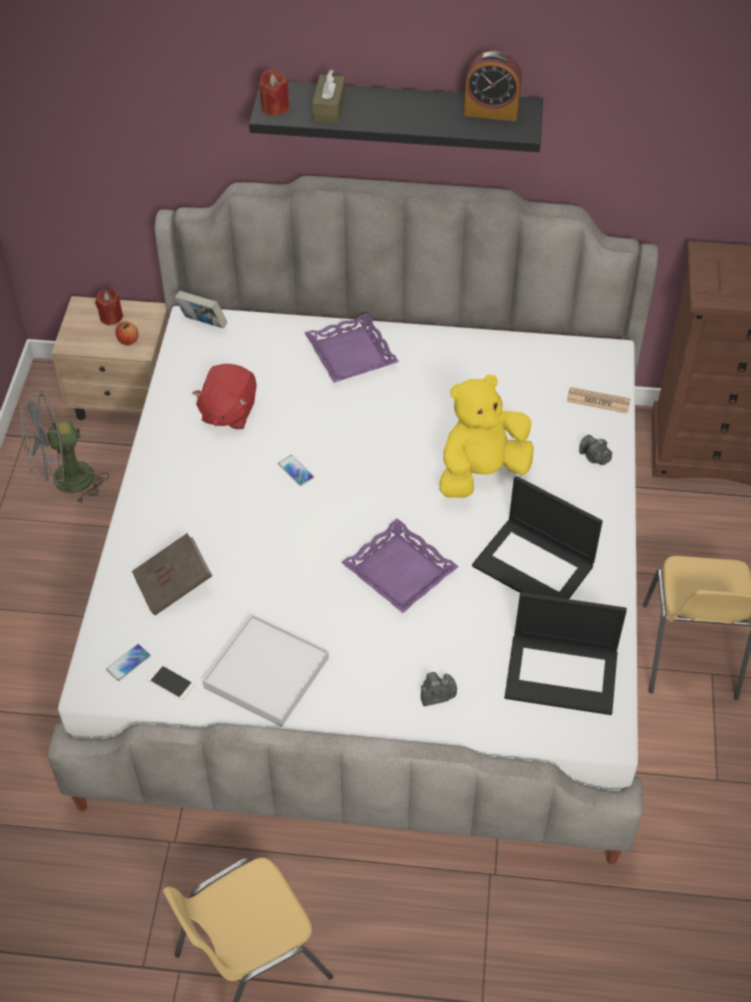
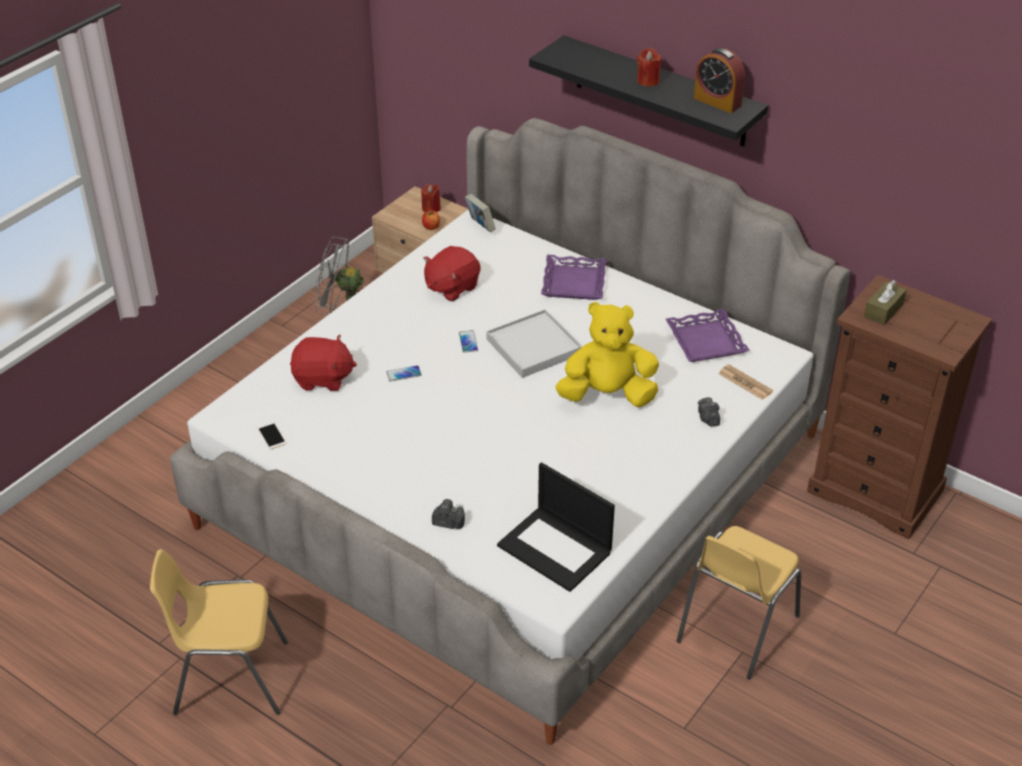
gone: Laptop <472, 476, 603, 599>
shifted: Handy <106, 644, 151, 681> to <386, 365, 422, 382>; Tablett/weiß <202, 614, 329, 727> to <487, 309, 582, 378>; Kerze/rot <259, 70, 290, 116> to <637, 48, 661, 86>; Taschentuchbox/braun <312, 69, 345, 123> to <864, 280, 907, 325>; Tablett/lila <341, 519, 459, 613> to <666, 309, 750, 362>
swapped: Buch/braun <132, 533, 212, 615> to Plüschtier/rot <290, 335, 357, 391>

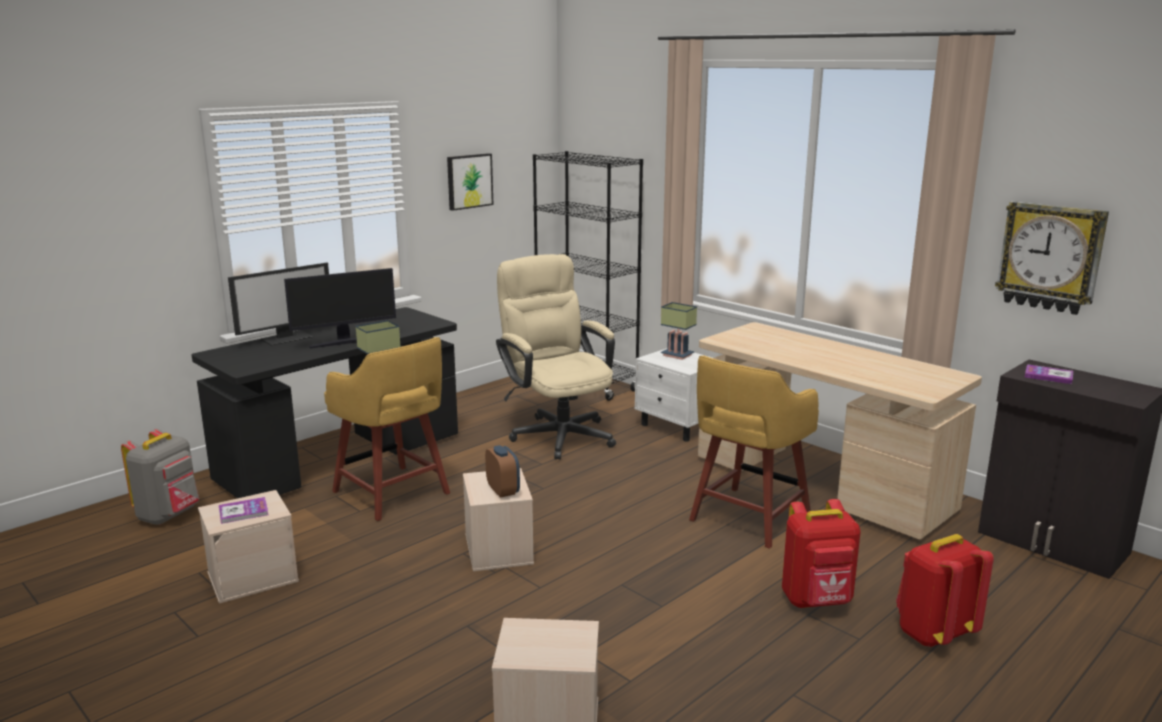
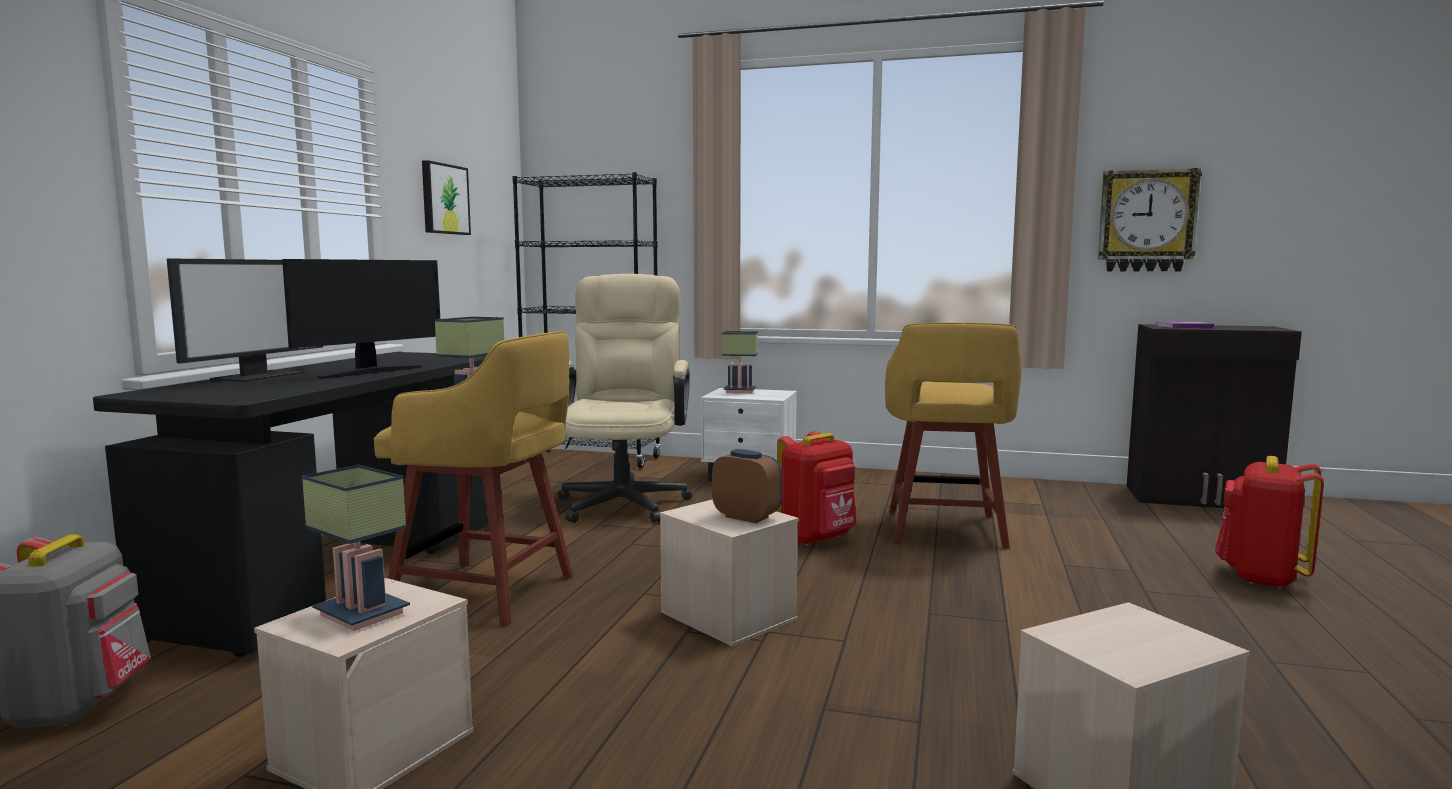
gone: Schreibtisch/beige <698, 322, 982, 539>
shifted: Rucksack/rot <782, 499, 861, 608> to <777, 431, 856, 545>
swapped: Buch <219, 497, 268, 524> to Tischlampe <302, 465, 410, 631>
rotated: Bürostuhl/beige <496, 254, 616, 460> = <557, 274, 692, 523> 60 degrees clockwise

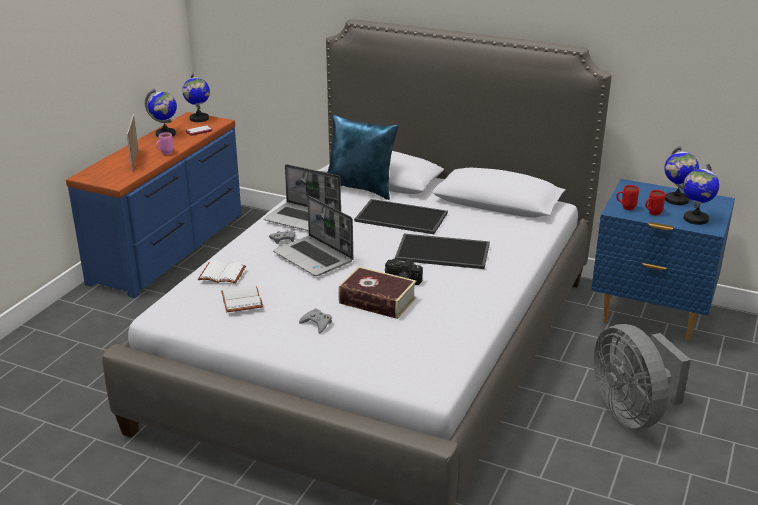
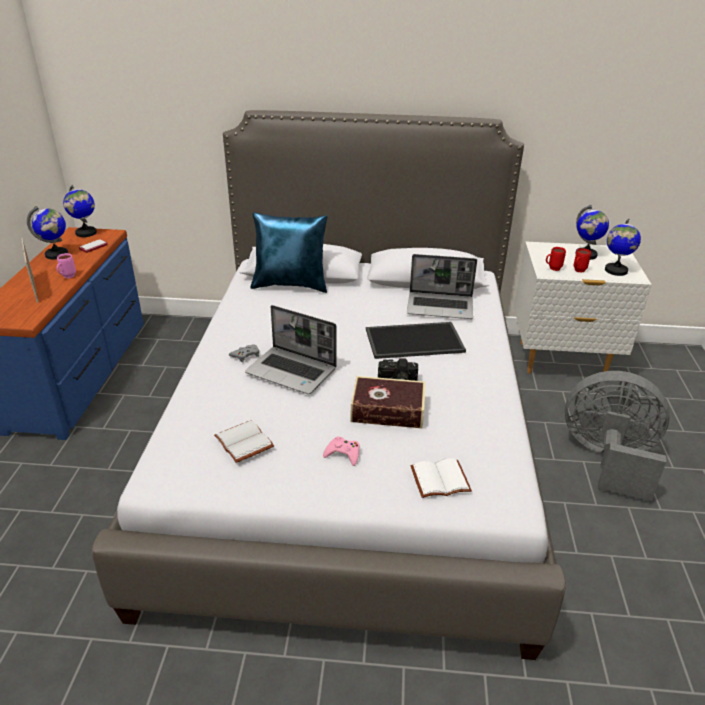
gone: Tablett <354, 199, 448, 234>
shifted: Buch/weiß <198, 260, 246, 283> to <410, 458, 472, 498>; Laptop <264, 164, 341, 231> to <407, 254, 477, 319>
repainted: Gamepad/grau <299, 308, 332, 333> to Gamepad/rosa <323, 436, 359, 466>; Nachttisch/blau <591, 179, 735, 341> to Nachttisch/weiß <514, 241, 652, 374>
rotated: Ventilator/grau <594, 324, 691, 429> = <565, 371, 670, 502> 150 degrees clockwise

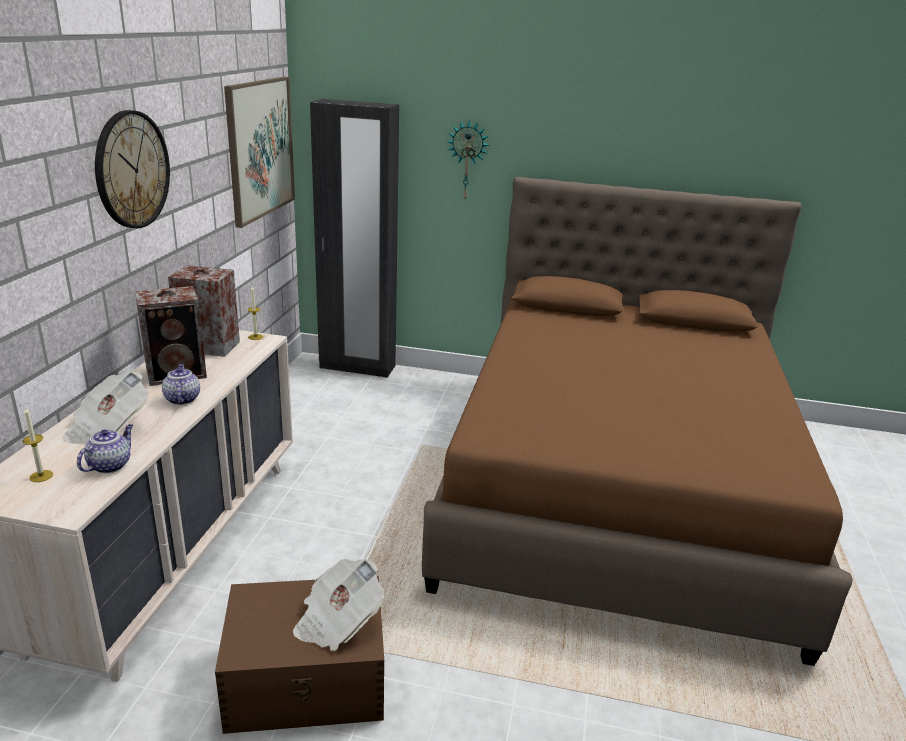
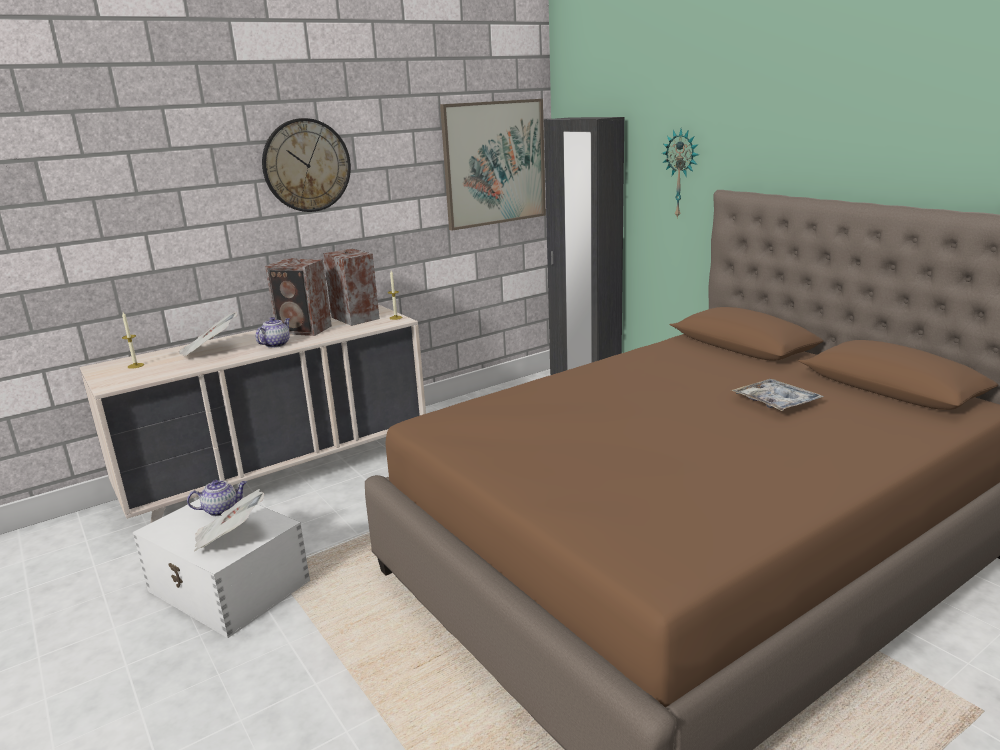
new: Tablett <731, 379, 824, 411>
shifted: Teekanne <77, 424, 133, 473> to <187, 480, 247, 516>
repainted: Aufbewahrungsbox/braun <215, 576, 384, 734> to Aufbewahrungsbox/weiß <133, 499, 310, 638>

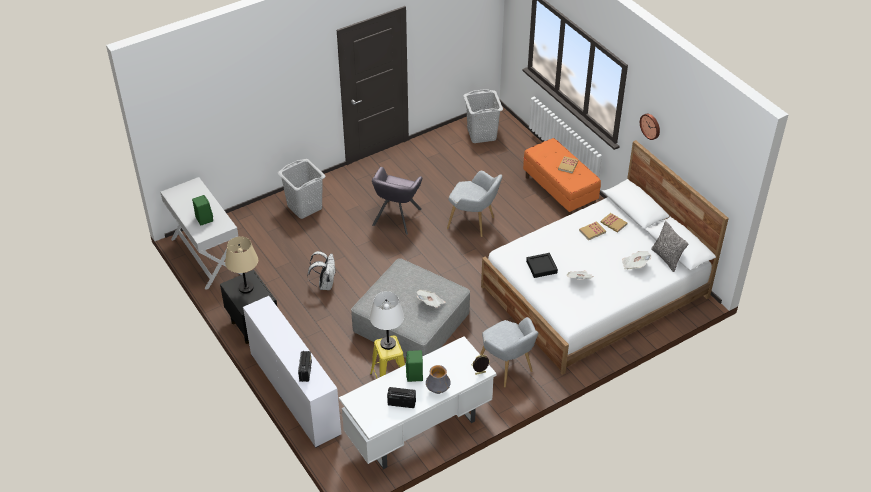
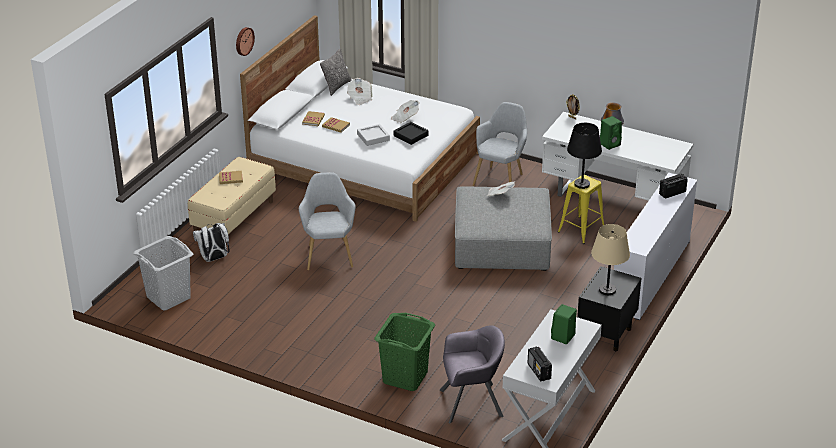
new: Tablett/grau <357, 124, 390, 146>
shifted: Rucksack/weiß <307, 251, 336, 290> to <193, 223, 229, 262>; Sessel/grau <372, 167, 422, 235> to <440, 325, 505, 423>; Radio <387, 387, 416, 408> to <528, 346, 552, 382>
repainted: Wäschekorb/grau <278, 159, 326, 219> to Wäschekorb/grün <374, 313, 435, 391>; Tischlampe/weiß <370, 291, 404, 350> to Tischlampe/schwarz <567, 123, 602, 189>; Bank/orange <523, 138, 601, 215> to Bank/beige <188, 157, 276, 245>

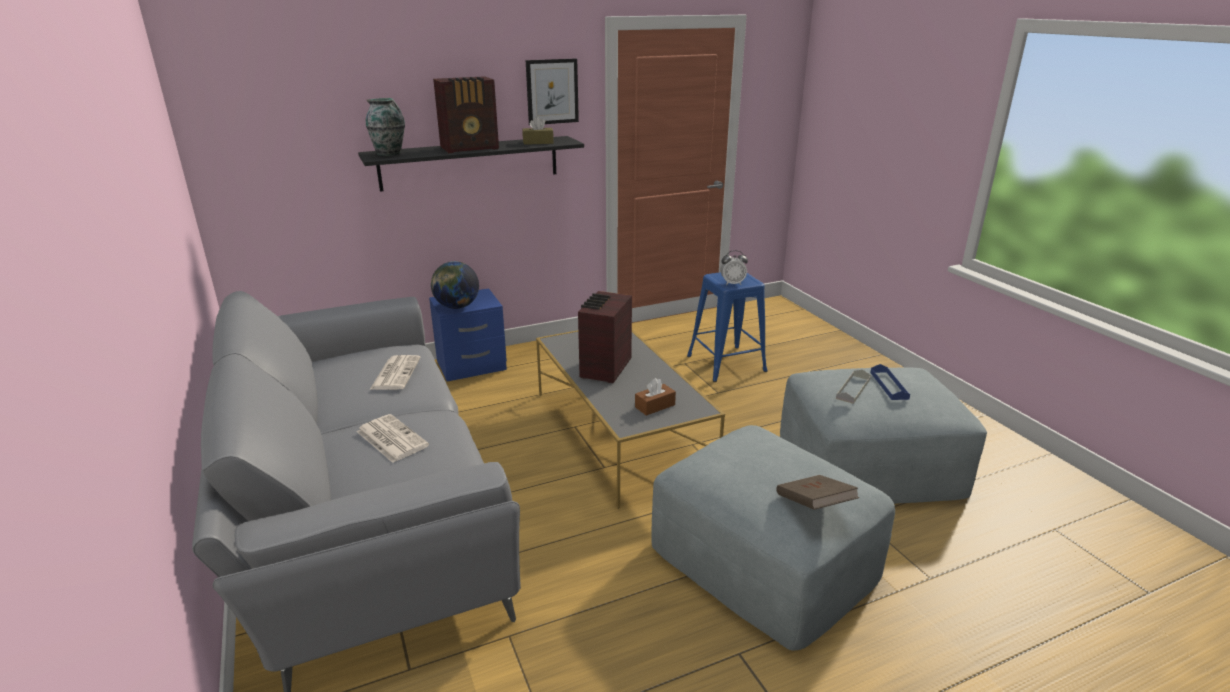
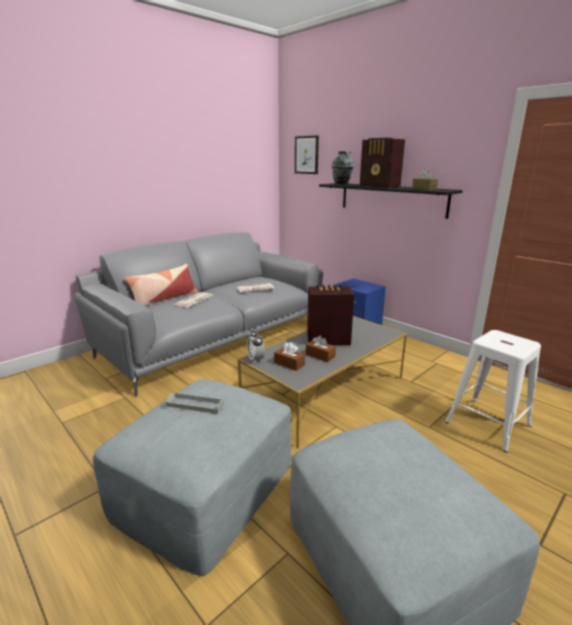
gone: Globus <431, 261, 479, 309>; Buch/braun <776, 475, 859, 510>; Tablett/blau <870, 364, 910, 400>
new: Kissen <125, 264, 198, 306>; Taschentuchbox/braun <306, 335, 336, 362>
shifted: Bild <526, 58, 579, 125> to <295, 135, 319, 174>; Wecker <720, 250, 748, 285> to <247, 329, 265, 363>; Tablett/grau <836, 369, 871, 404> to <166, 392, 224, 414>
repainted: Hocker/blau <687, 272, 768, 382> to Hocker/weiß <445, 330, 541, 453>

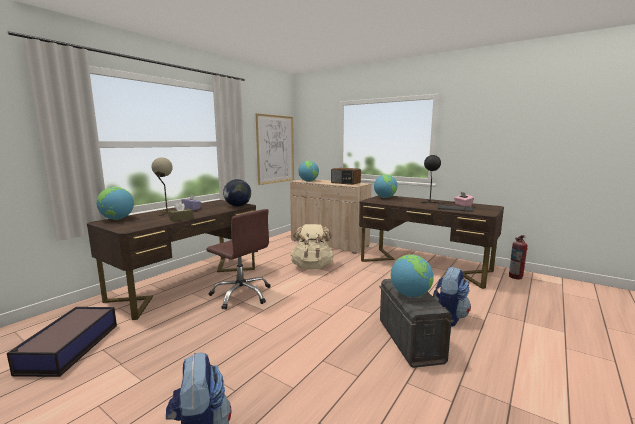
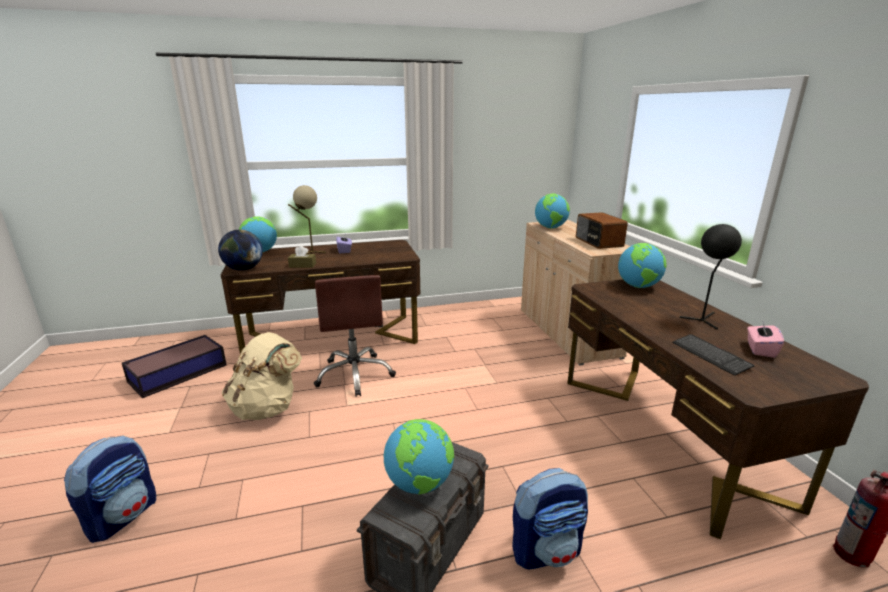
gone: Bild <256, 113, 294, 185>
shifted: Globus <223, 179, 251, 207> to <218, 230, 263, 271>; Rucksack/beige <290, 224, 334, 269> to <222, 332, 302, 420>

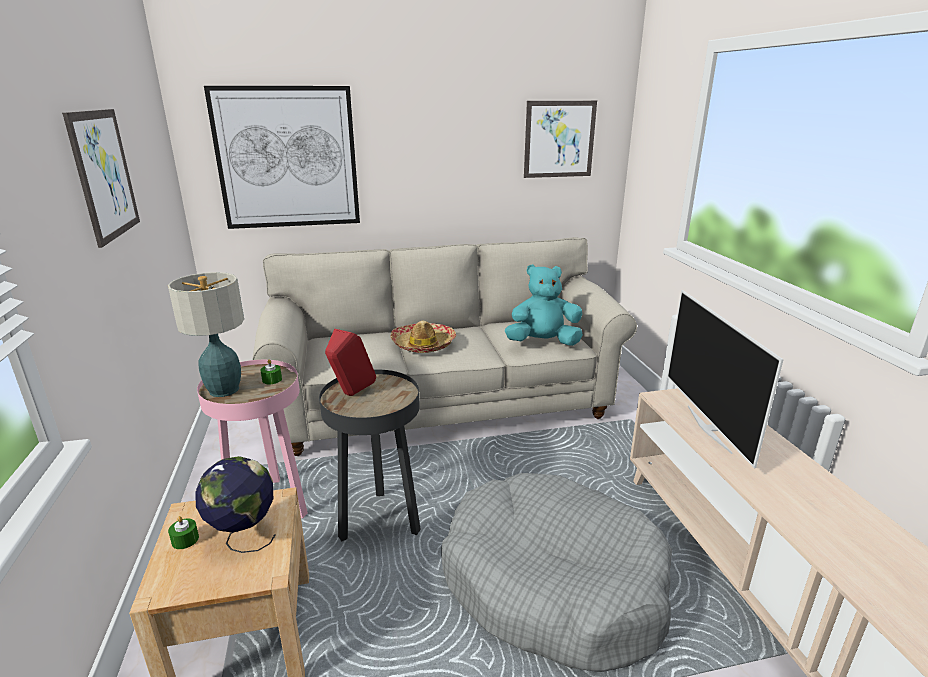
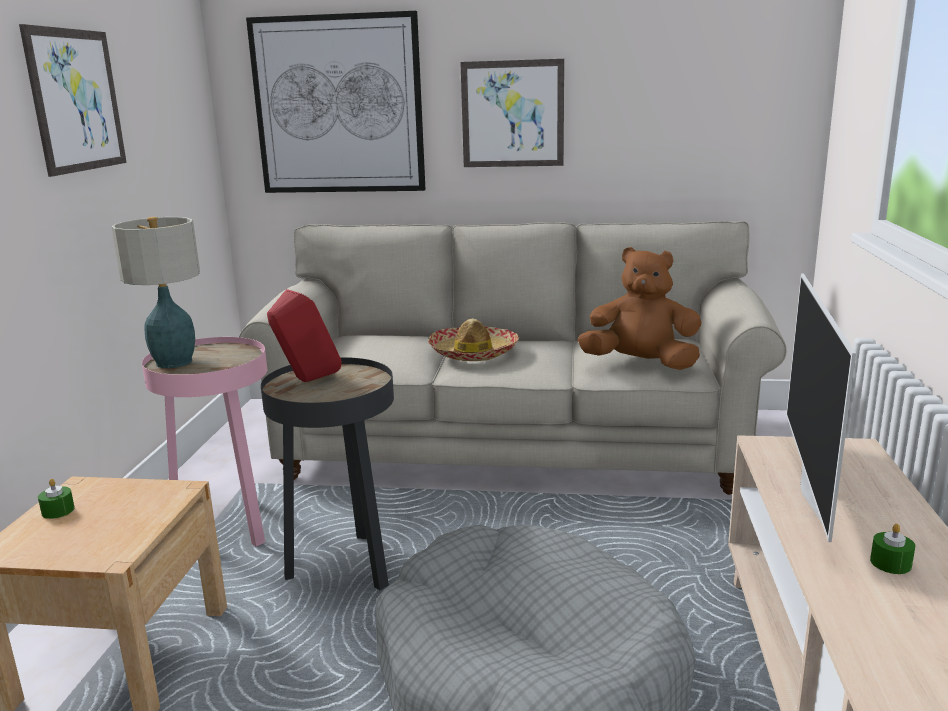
gone: Globus <195, 456, 276, 553>
shifted: Kerze/grün <260, 359, 282, 385> to <870, 524, 915, 574>; Bild <524, 101, 597, 178> to <460, 59, 564, 167>
repainted: Plüschtier/türkis <505, 264, 583, 346> to Plüschtier/braun <578, 247, 702, 370>

